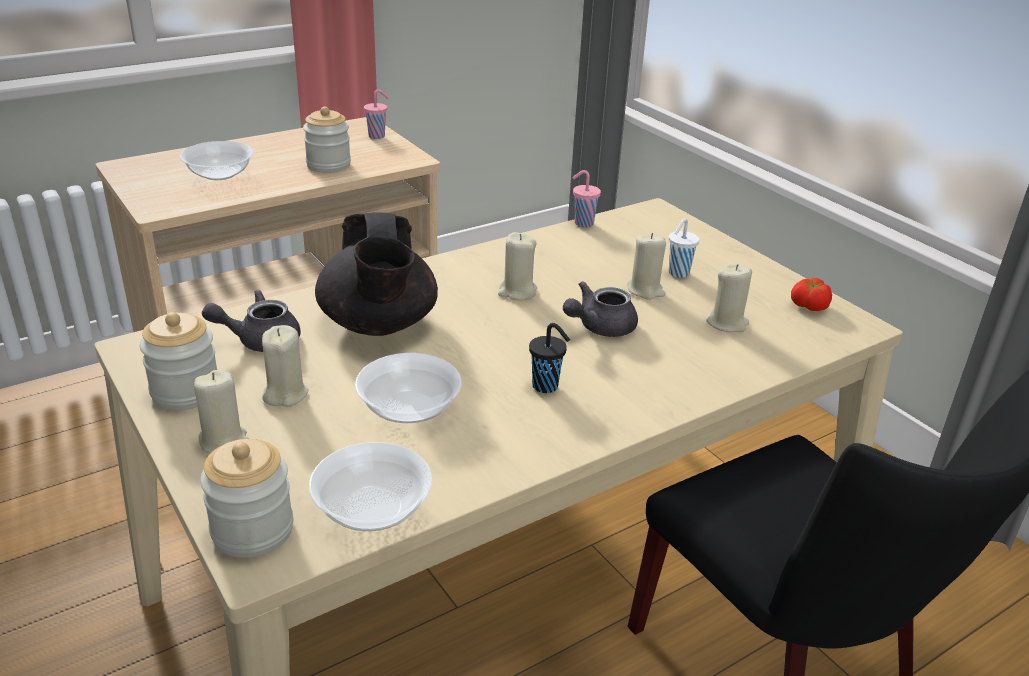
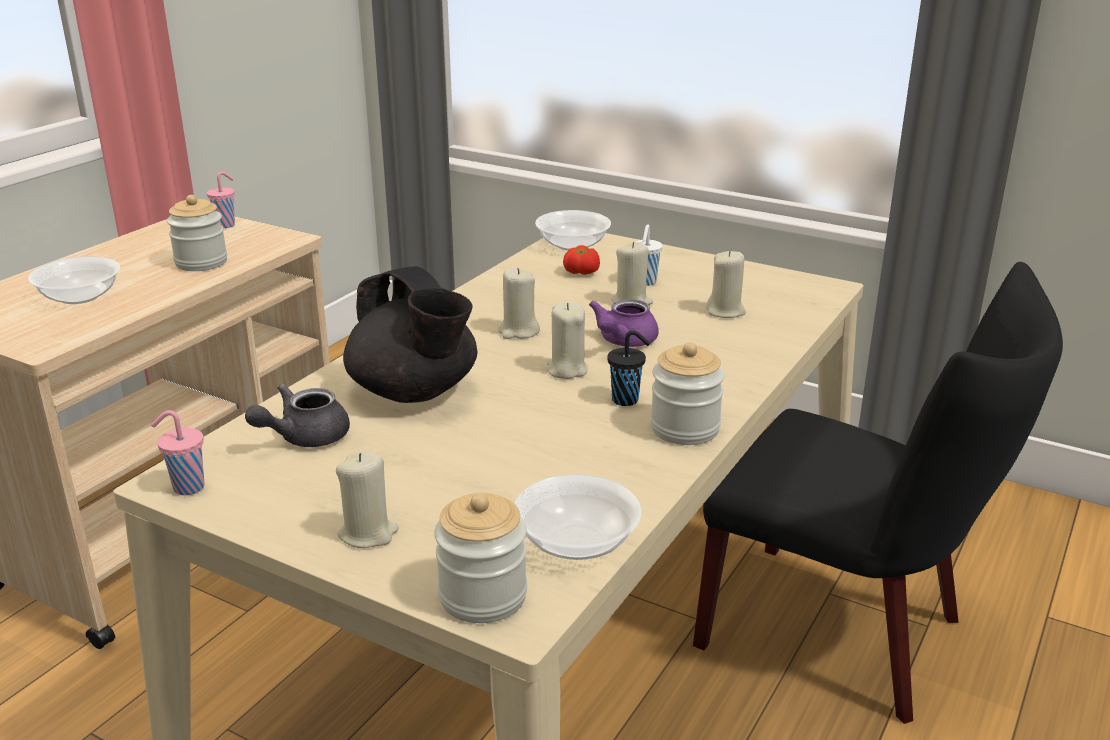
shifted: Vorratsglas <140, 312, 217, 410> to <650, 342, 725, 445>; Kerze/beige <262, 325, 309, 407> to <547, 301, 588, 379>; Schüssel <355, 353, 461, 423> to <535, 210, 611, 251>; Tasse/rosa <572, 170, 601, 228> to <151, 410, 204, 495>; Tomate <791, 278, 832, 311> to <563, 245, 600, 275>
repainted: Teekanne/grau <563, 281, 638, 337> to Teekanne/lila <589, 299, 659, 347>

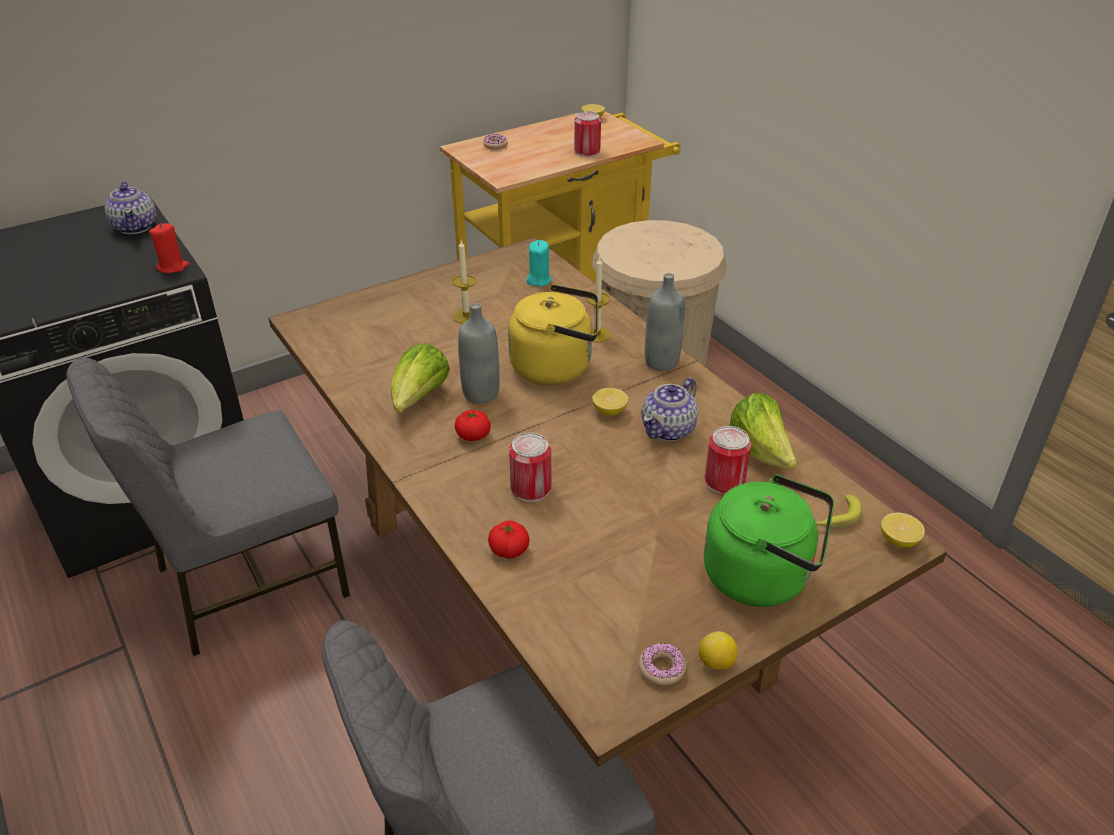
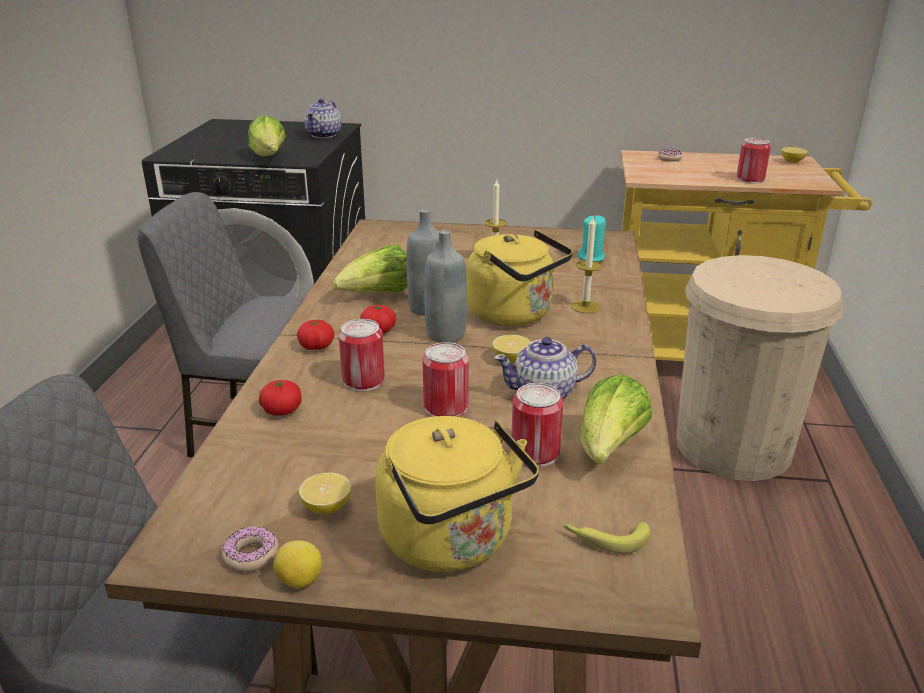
gone: Kerze/rot <149, 223, 189, 273>
new: Salatkopf <248, 115, 286, 156>; Tomate <297, 320, 334, 350>; Dose <423, 342, 469, 417>
shifted: Flasche/grau <645, 273, 685, 371> to <424, 230, 467, 343>; Zitrone <881, 513, 925, 548> to <299, 472, 351, 514>
repainted: Wasserkessel/grün <704, 474, 834, 607> to Wasserkessel/gelb <375, 416, 539, 572>

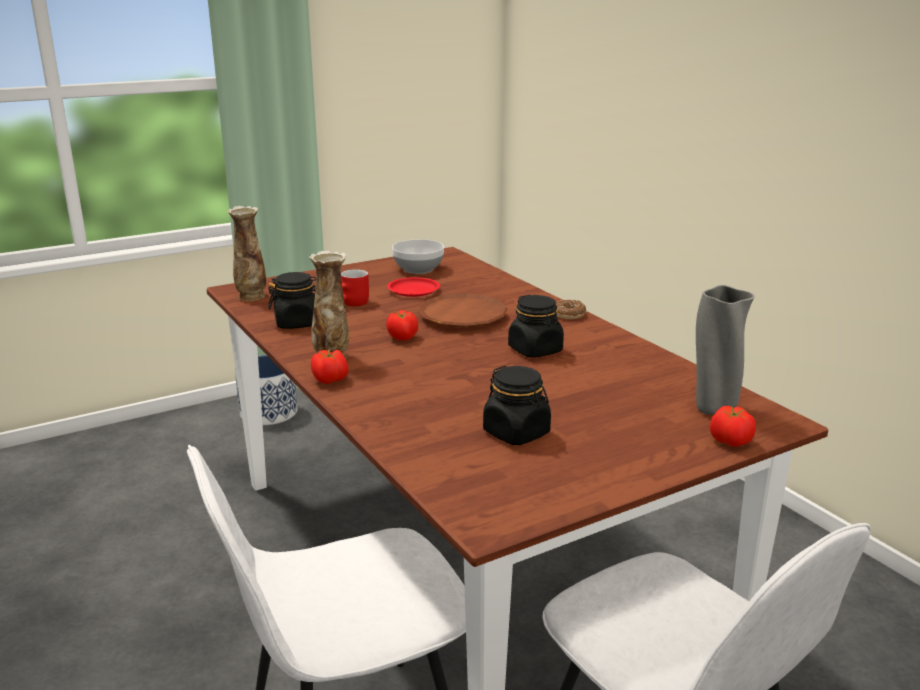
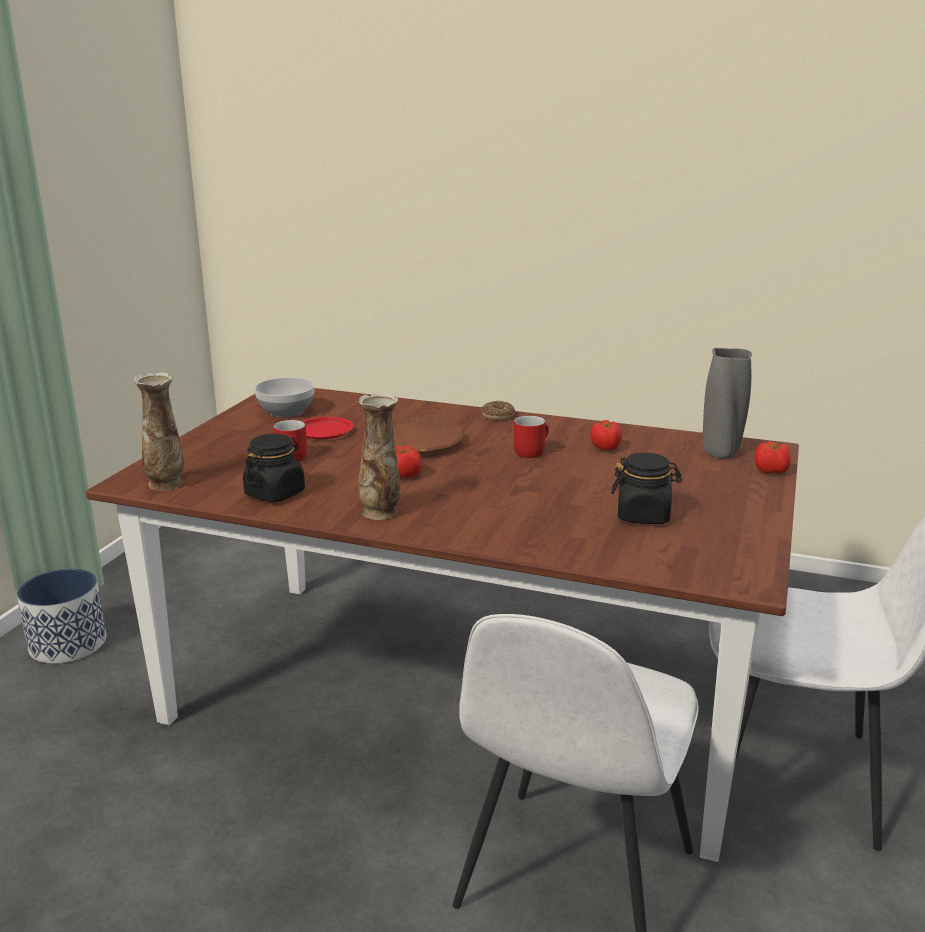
shifted: Tomate <311, 349, 349, 384> to <590, 420, 622, 451>
swapped: Vorratsglas/schwarz <508, 295, 564, 358> to Henkelbecher/rot <514, 416, 549, 458>

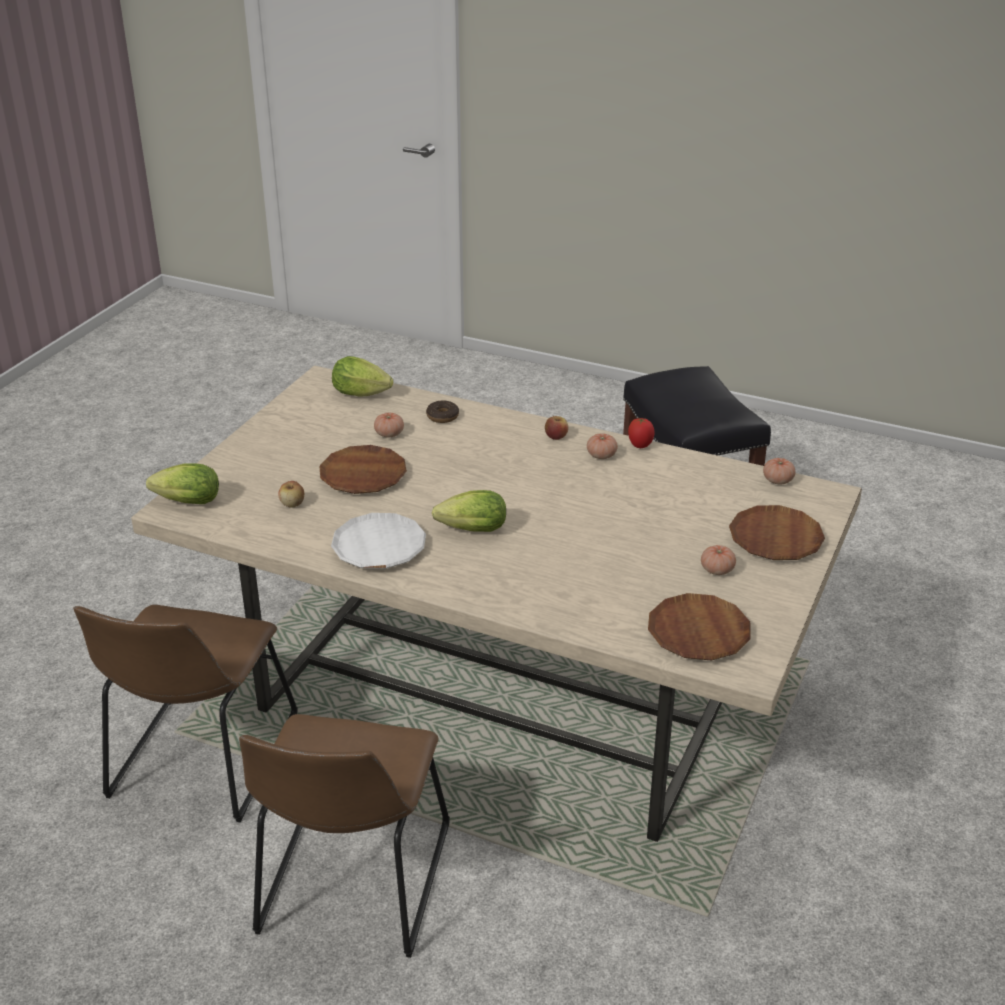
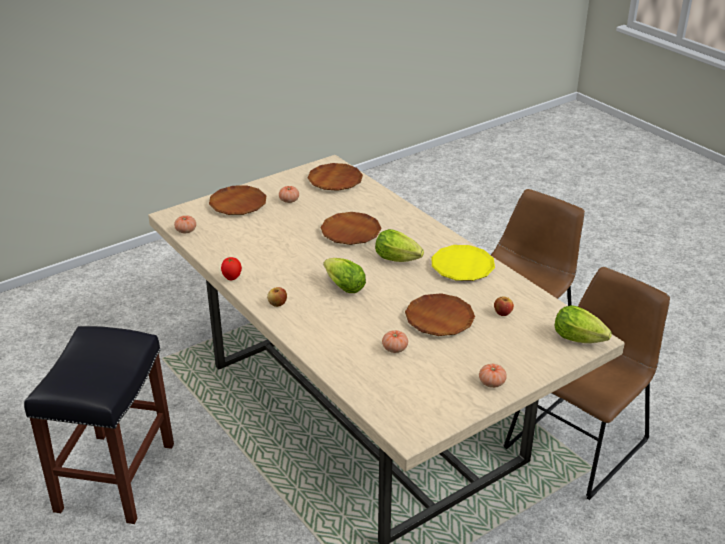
gone: Donut <426, 400, 459, 423>
new: Teller/braun <320, 212, 381, 245>
shifted: Salatkopf <332, 356, 393, 397> to <324, 258, 366, 293>; Tomate <587, 433, 618, 459> to <479, 364, 507, 388>
repainted: Teller/weiß <331, 513, 426, 569> to Teller/gelb <431, 245, 495, 281>

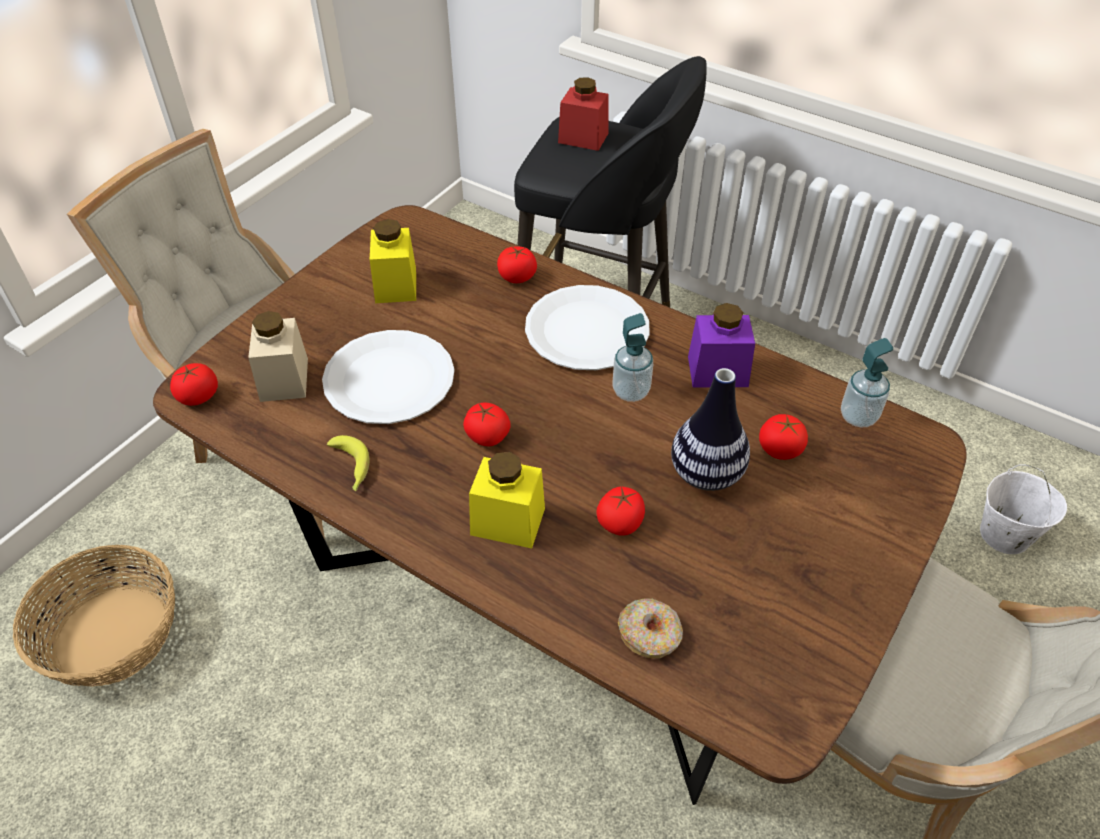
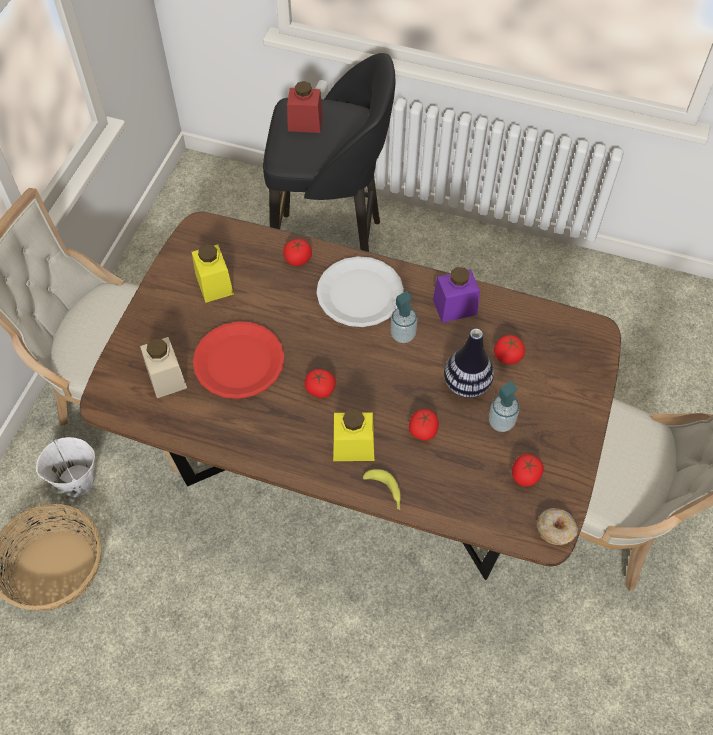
shifted: Tomate <170, 363, 218, 406> to <512, 454, 544, 487>; Banane <327, 435, 369, 491> to <363, 469, 401, 510>; Donut <618, 598, 683, 659> to <537, 508, 578, 545>; Seifenspender <841, 338, 893, 428> to <489, 381, 519, 432>; Eimer/weiß <980, 464, 1067, 554> to <36, 437, 95, 497>
repainted: Teller/weiß <322, 330, 455, 424> to Teller/rot <193, 321, 284, 399>

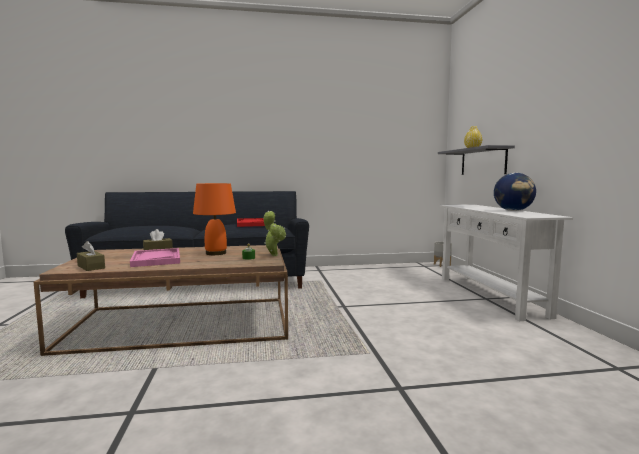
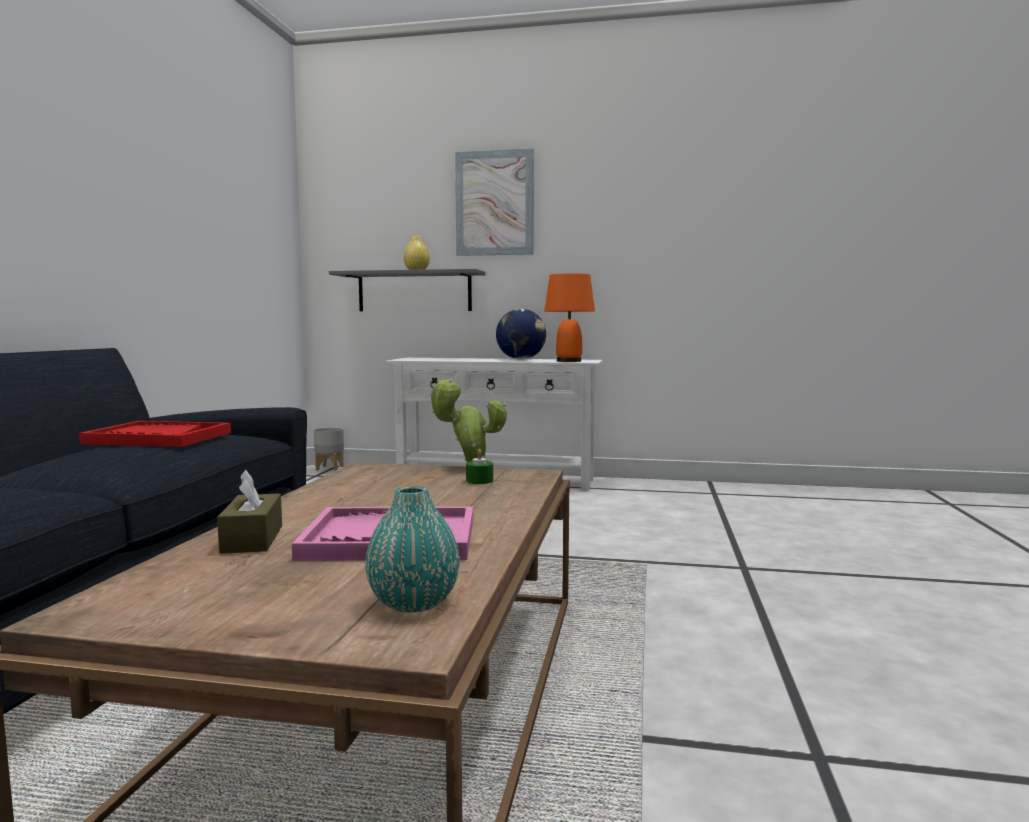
new: Bild <455, 149, 534, 256>
shifted: Tischlampe/orange <193, 183, 236, 255> to <544, 273, 595, 362>
swapped: Taschentuchbox/braun <77, 241, 105, 271> to Vase/türkis <365, 486, 460, 613>

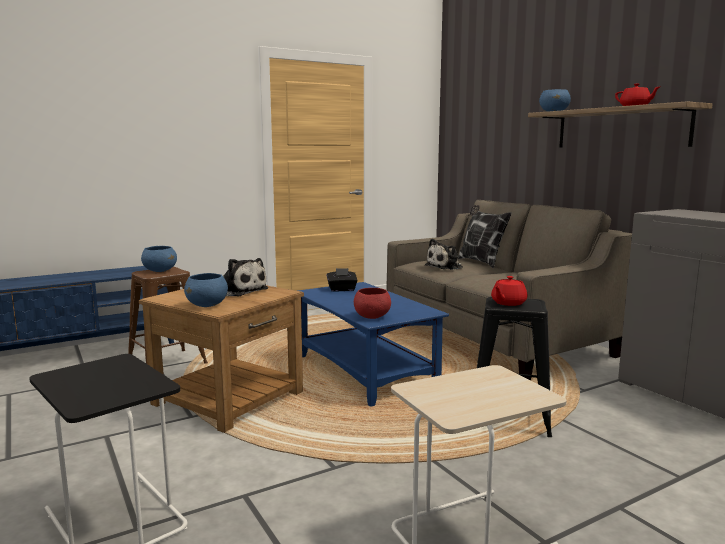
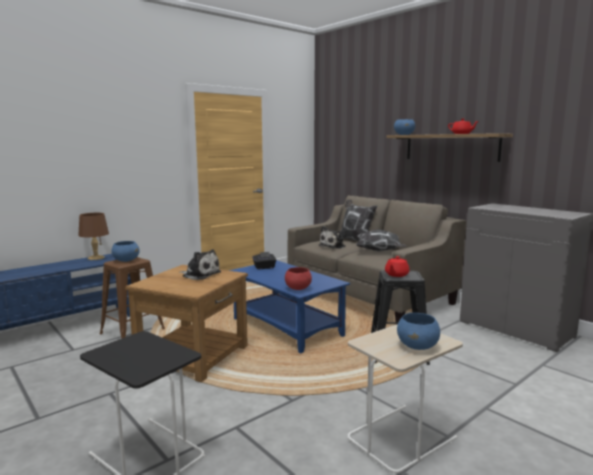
new: Tischlampe/braun <78, 213, 109, 260>; Kissen <356, 229, 406, 252>
shifted: Schüssel/blau <184, 273, 228, 307> to <397, 313, 440, 350>

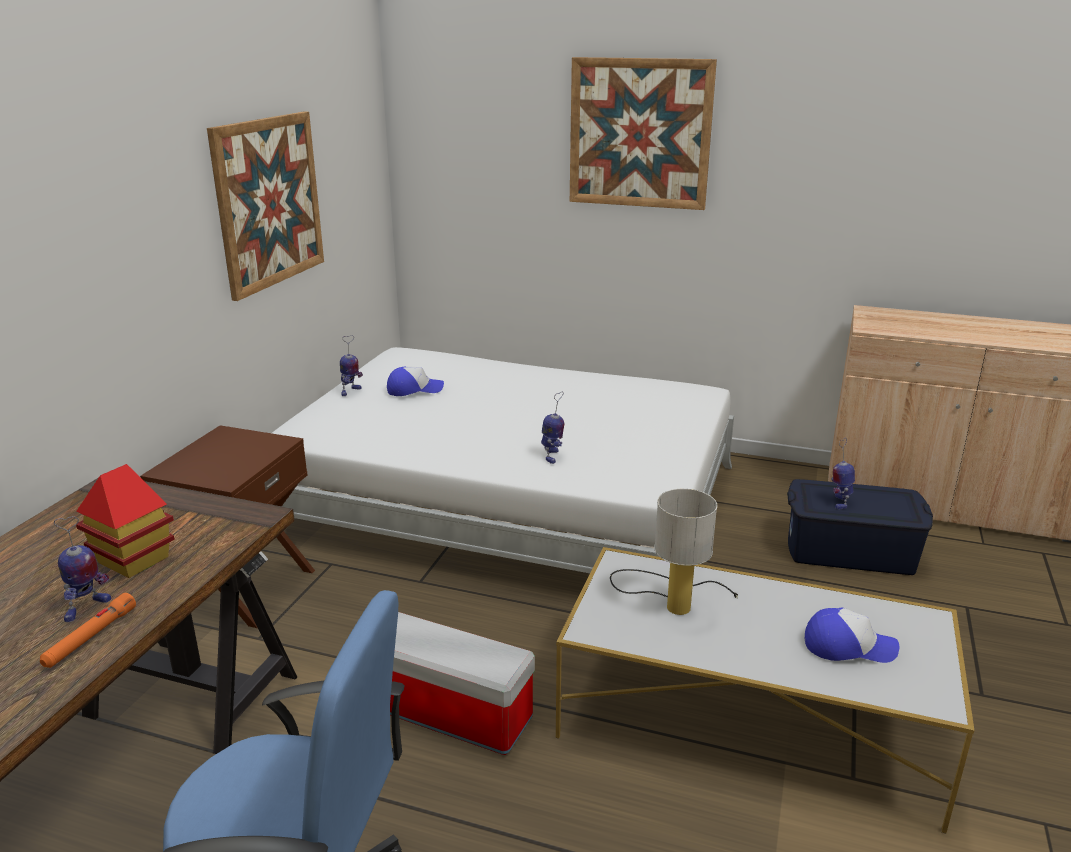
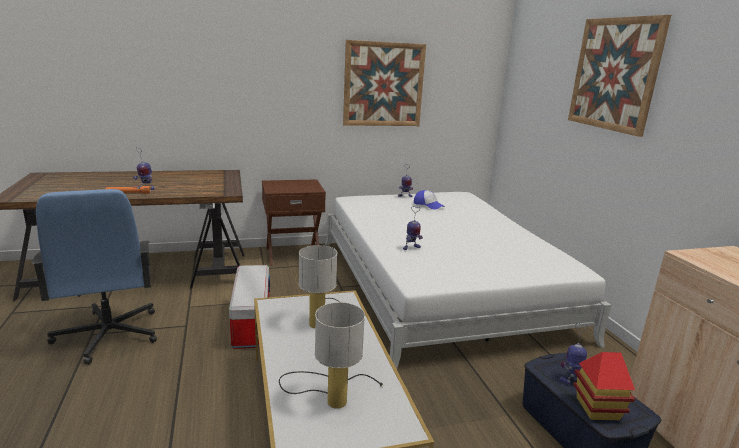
shifted: Spielzeughaus <76, 464, 175, 578> to <573, 352, 635, 420>
swapped: Kappe <805, 608, 899, 663> to Tischlampe <279, 302, 383, 409>

